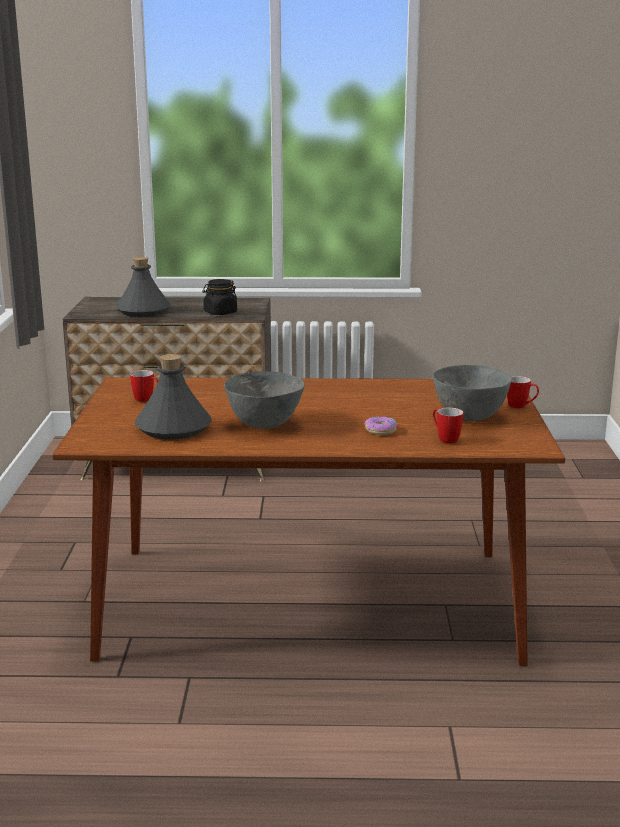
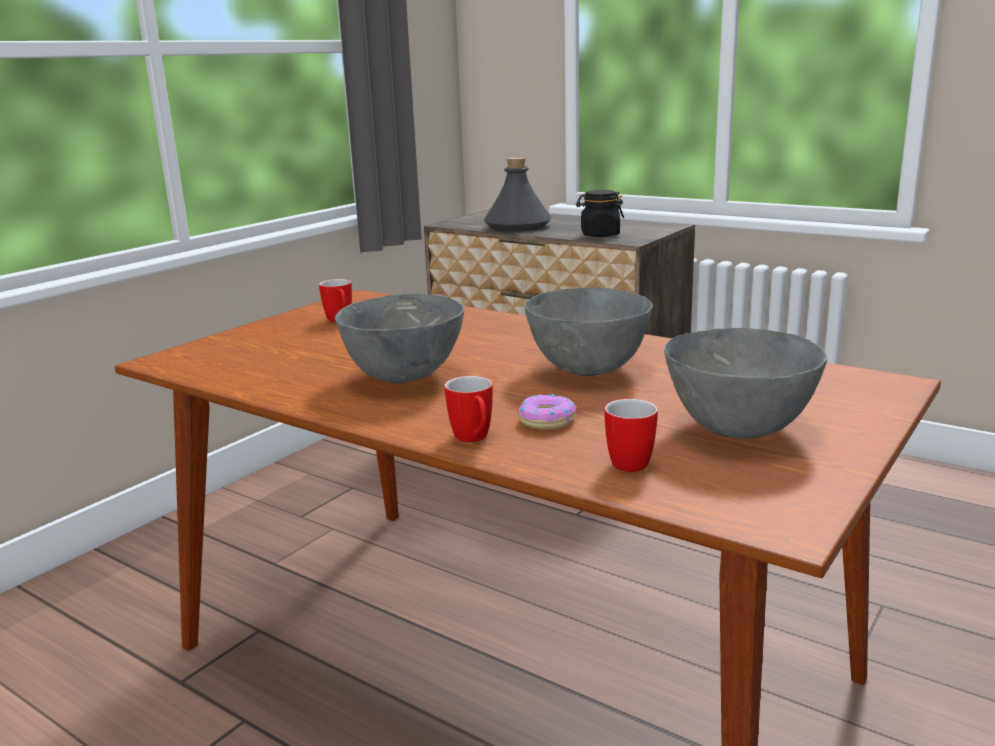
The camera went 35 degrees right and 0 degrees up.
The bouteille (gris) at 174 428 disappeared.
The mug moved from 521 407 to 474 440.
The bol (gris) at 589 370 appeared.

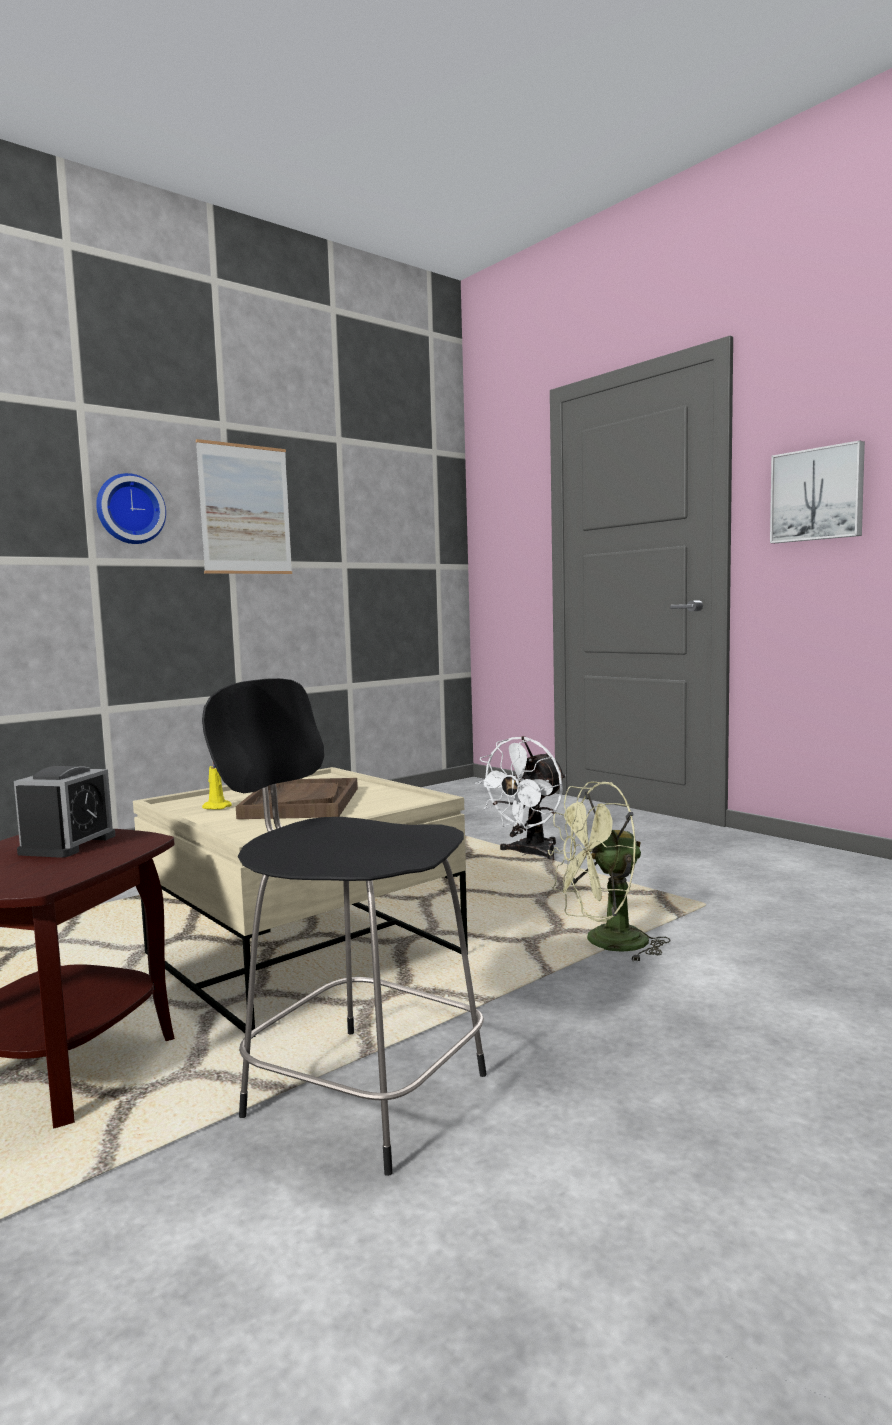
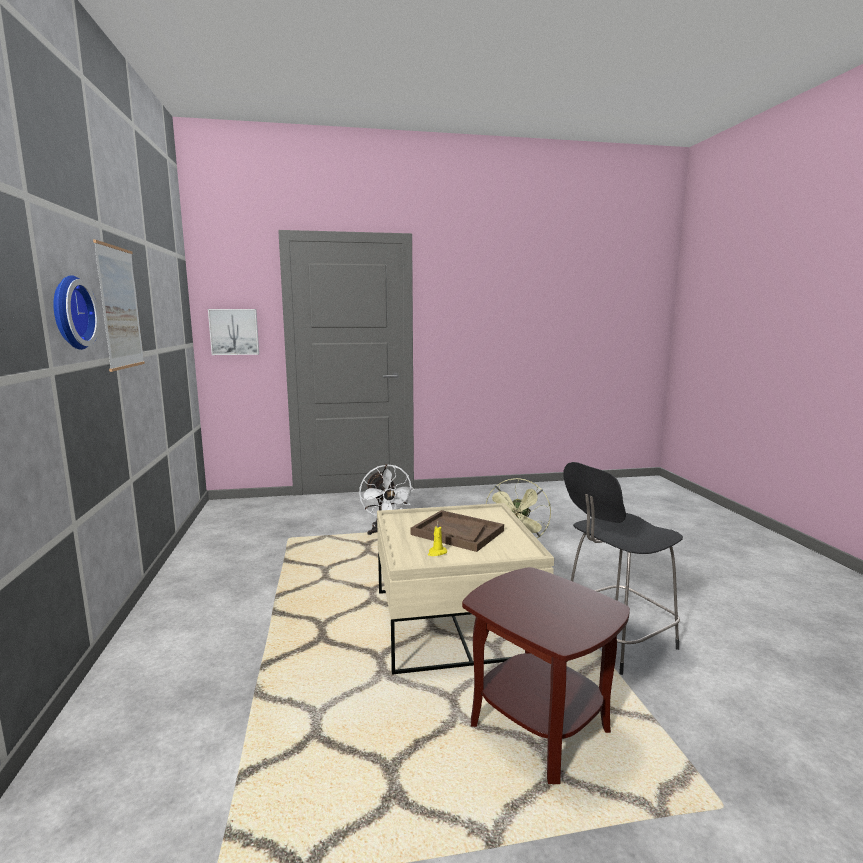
The camera went 60 degrees left and 5 degrees up.
The réveil at 68 844 disappeared.
The tableau moved from 817 494 to 234 331.

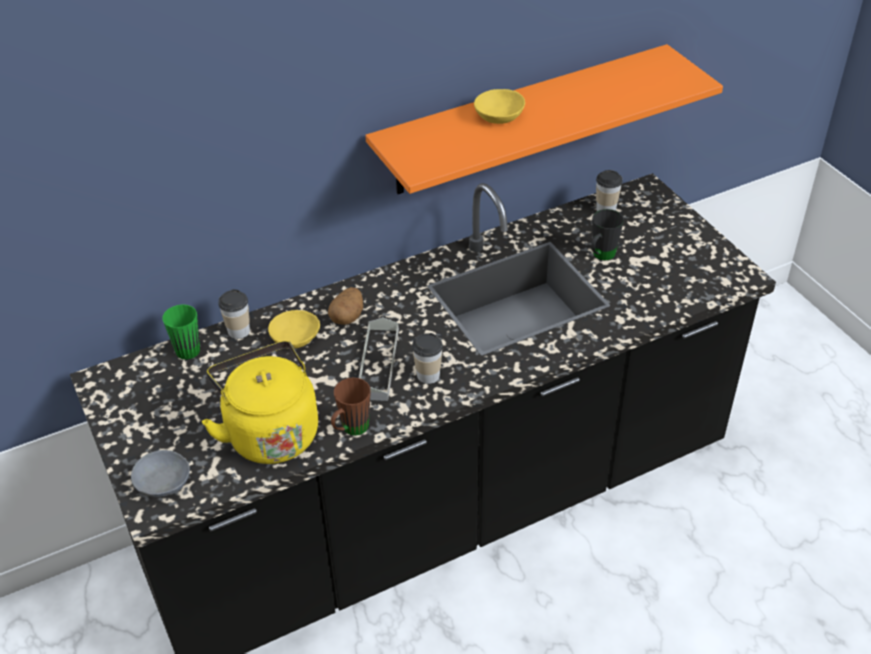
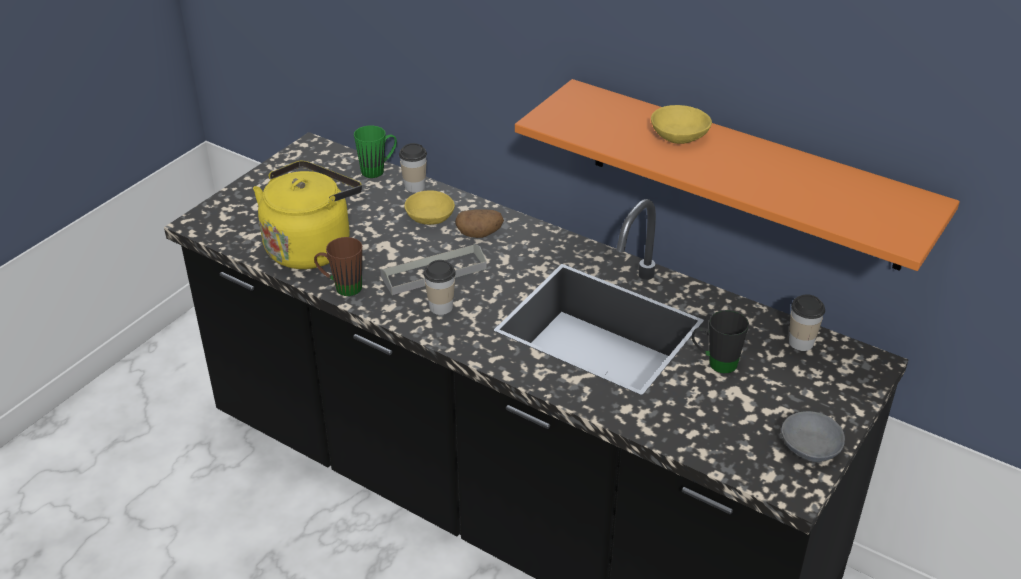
The camera went 60 degrees right and 5 degrees down.
The bol (gris) moved from 165 482 to 812 448.

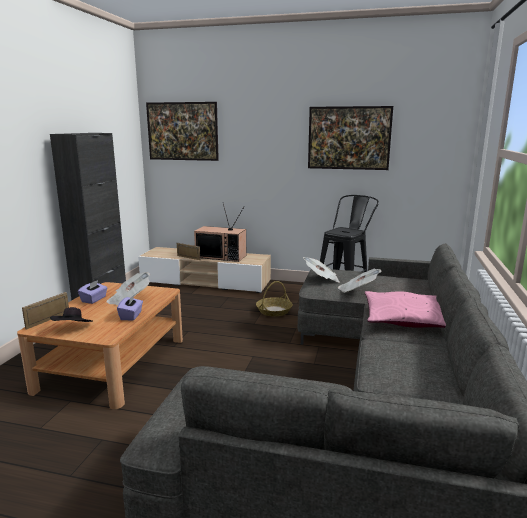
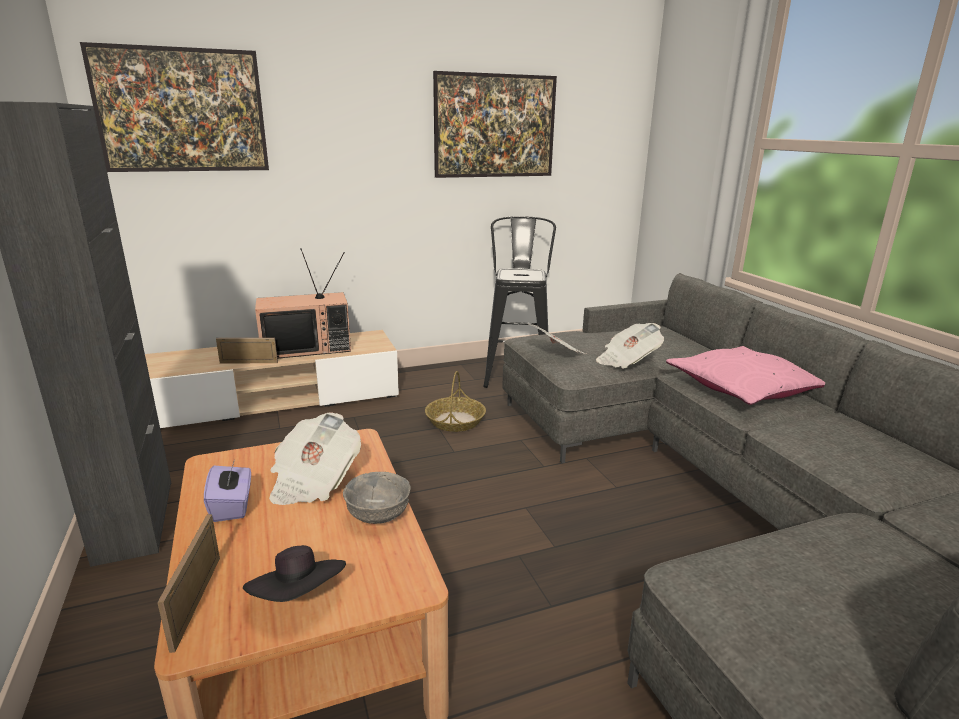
The camera went 35 degrees left and 5 degrees up.
The boîte à mouchoirs (violet) at 131 316 was replaced by the bol (gris) at 377 515.

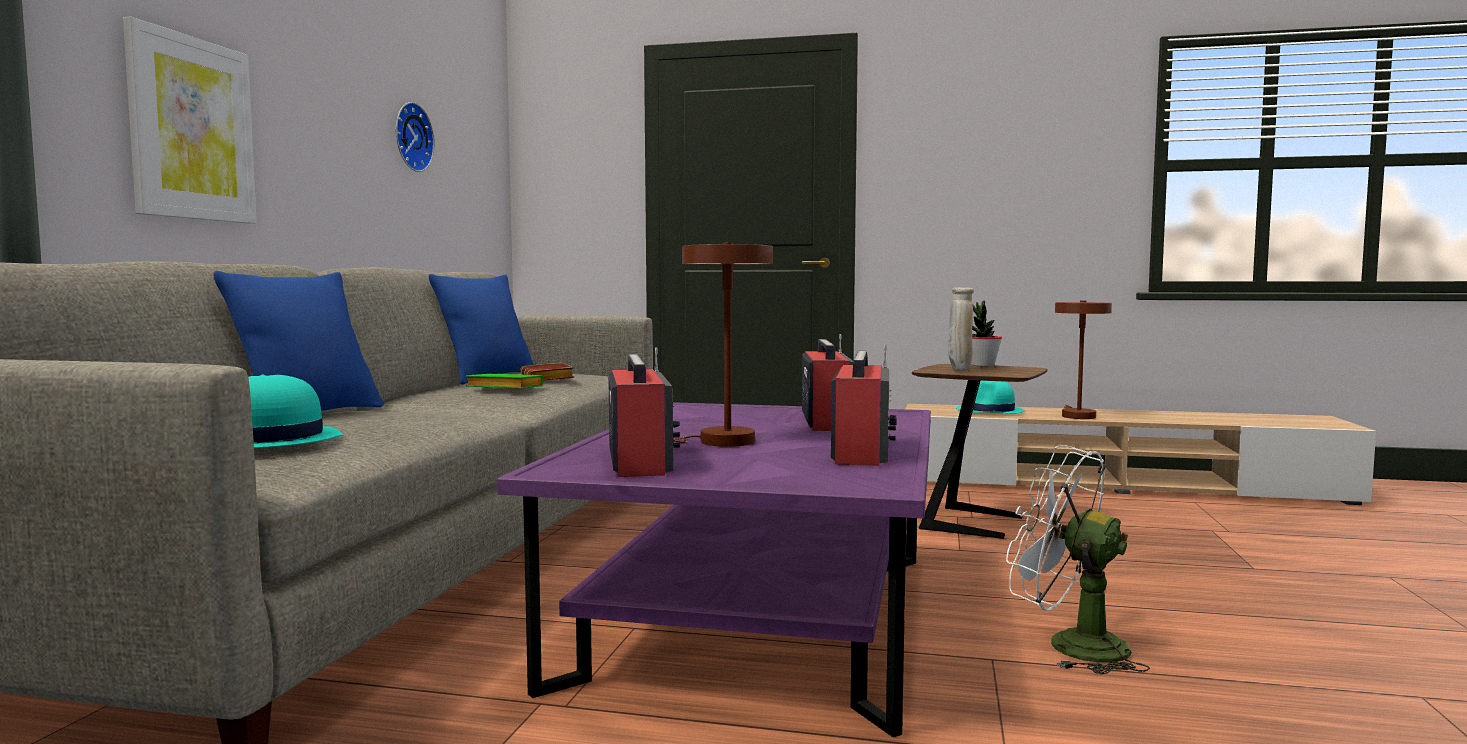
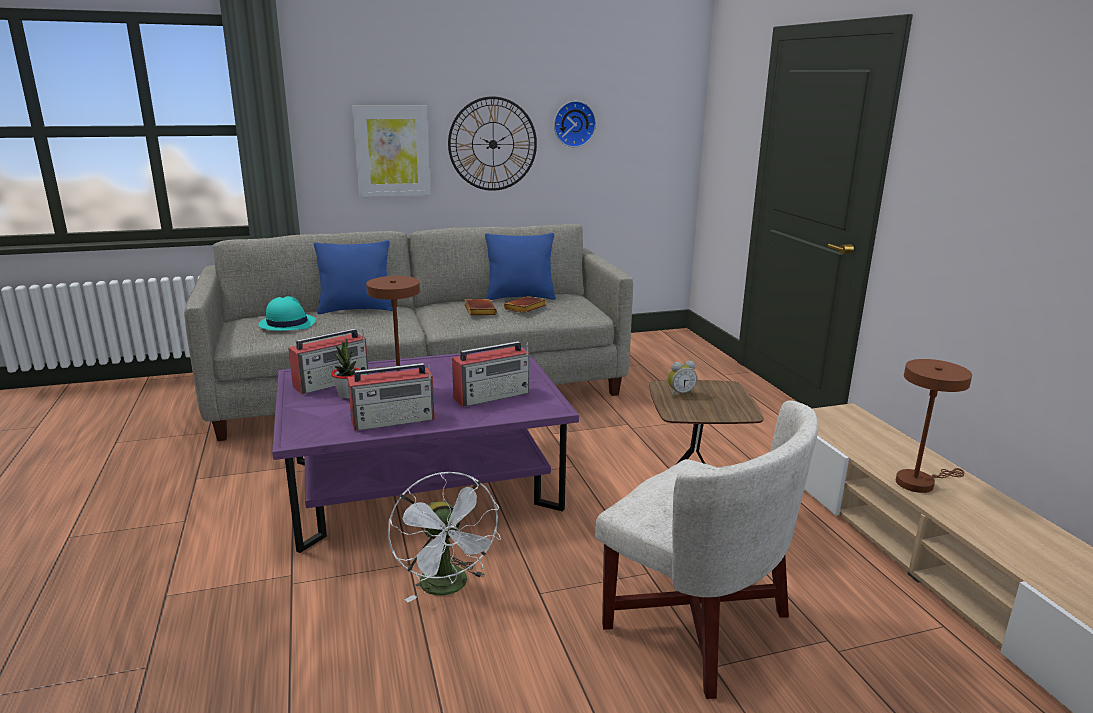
The camera went 60 degrees right and 15 degrees up.
The livre (vert) at 502 388 became the livre (marron) at 478 311.
The vase (beige) at 959 370 was replaced by the réveil at 680 393.
The chapeau (turquoise) at 990 411 disappeared.
The plante en pot moved from 983 365 to 348 395.
The ventilateur (blanc) at 1070 645 turned 150 degrees clockwise.
The horloge murale at 493 144 appeared.
The fauteuil (blanc) at 696 624 appeared.

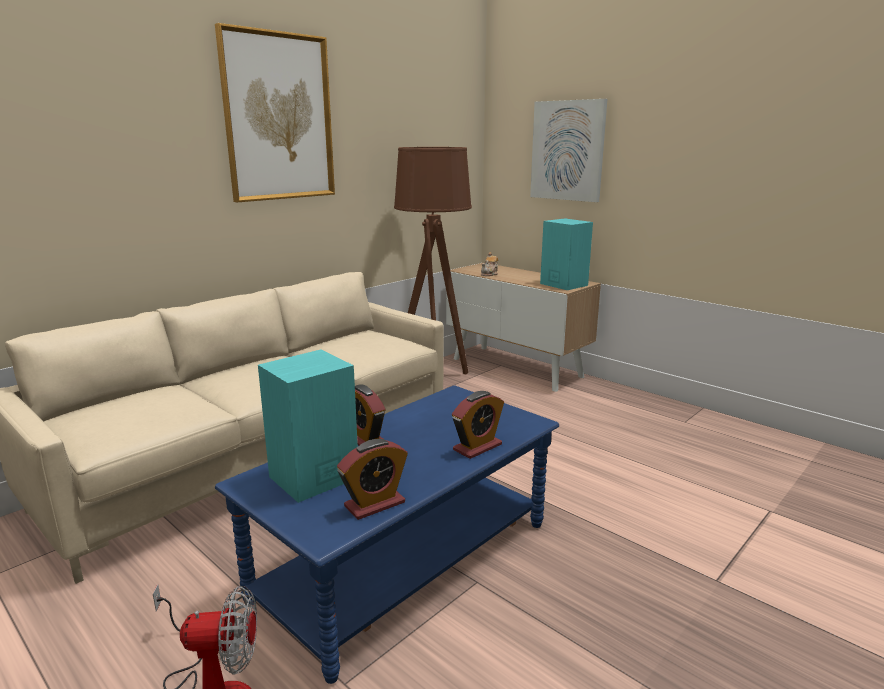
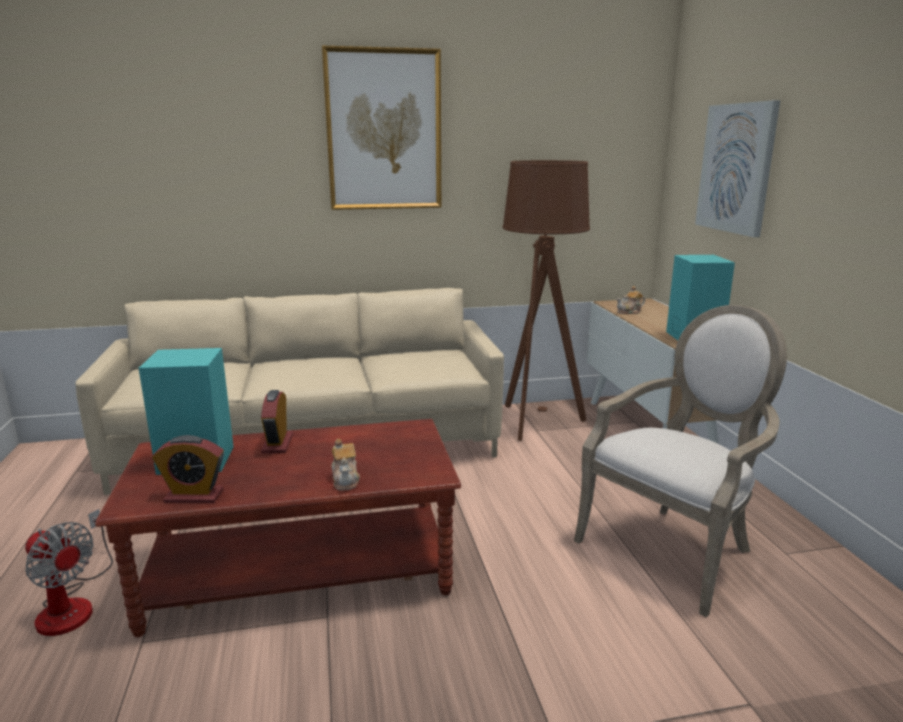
The camera went 35 degrees right and 0 degrees up.
The table basse (bleu) at 407 560 became the table basse (marron) at 300 572.
The réveil at 477 447 was replaced by the théière at 346 480.
The fauteuil at 675 549 appeared.

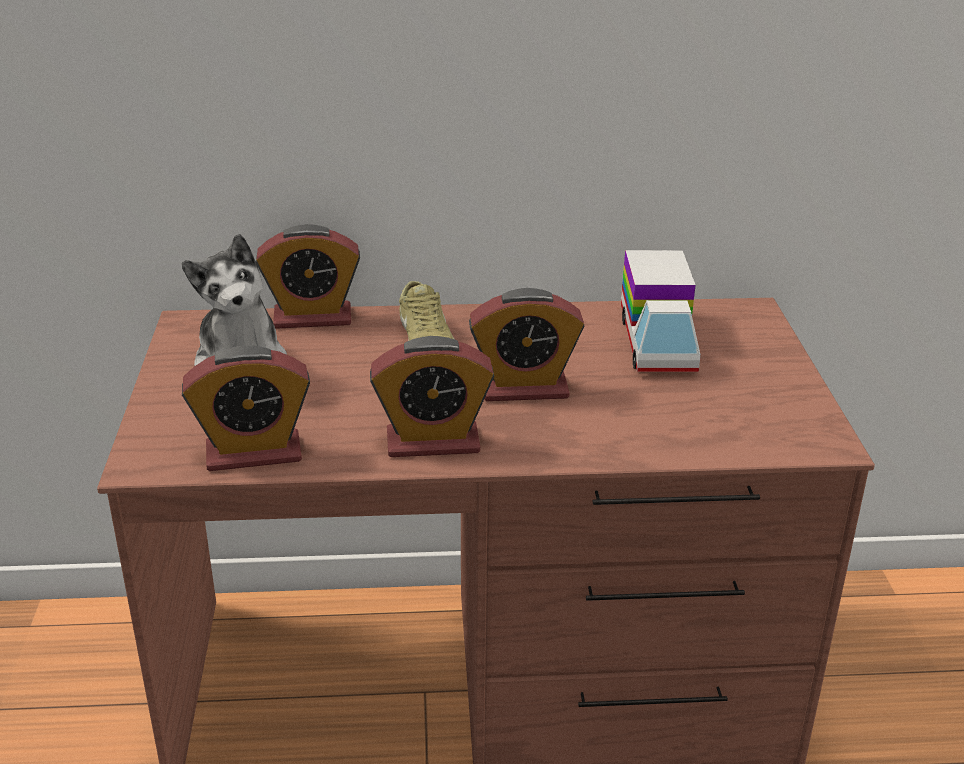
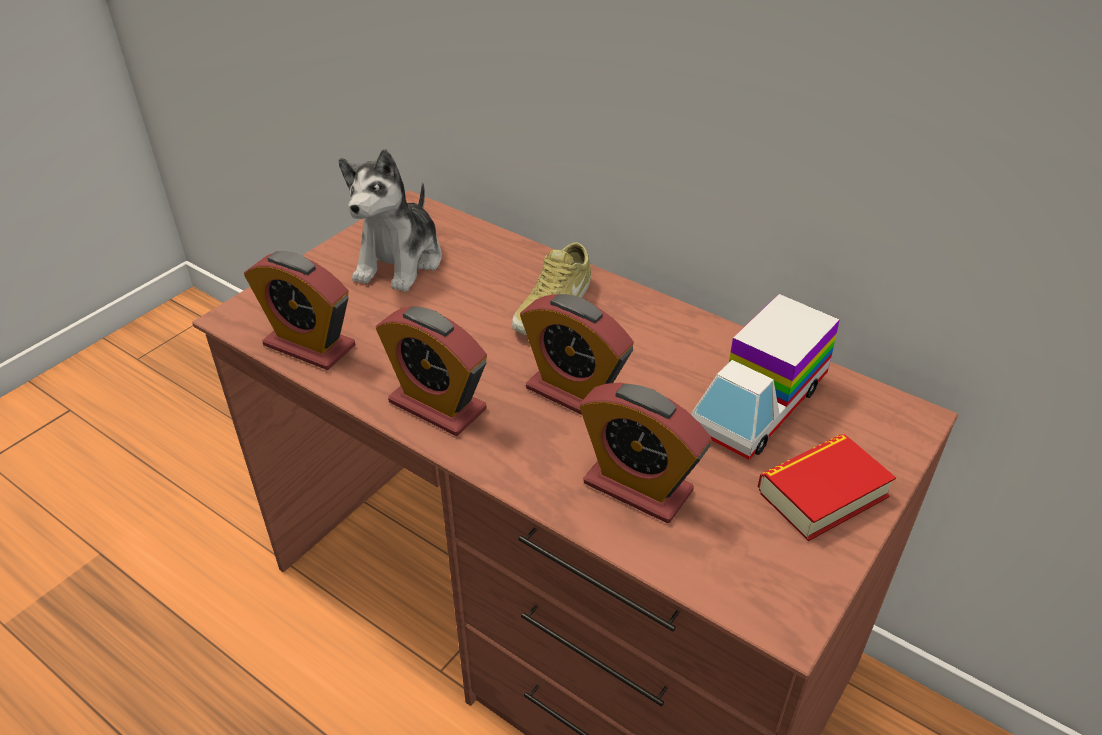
The camera went 40 degrees right and 10 degrees up.
The réveil moved from 312 317 to 637 487.
The livre at 822 493 appeared.

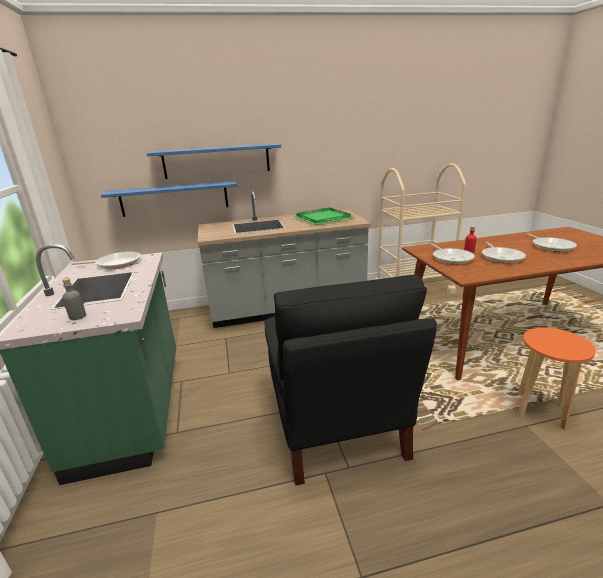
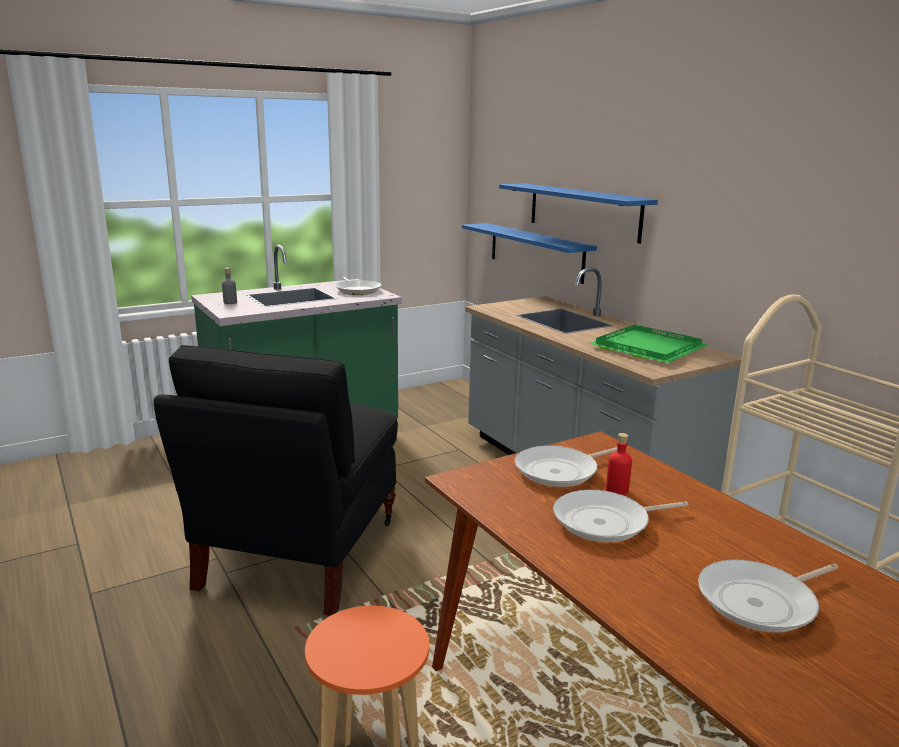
The camera went 70 degrees right and 5 degrees down.
The chaise (noir) at 335 424 turned 45 degrees counterclockwise.

